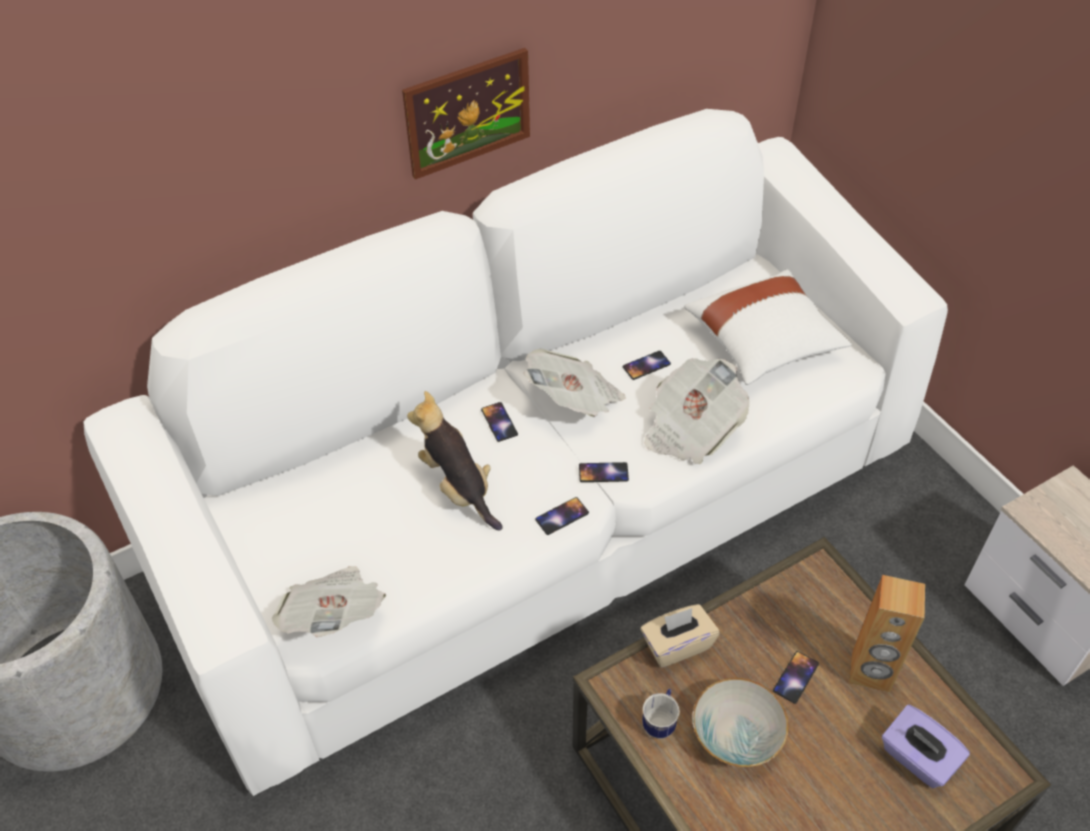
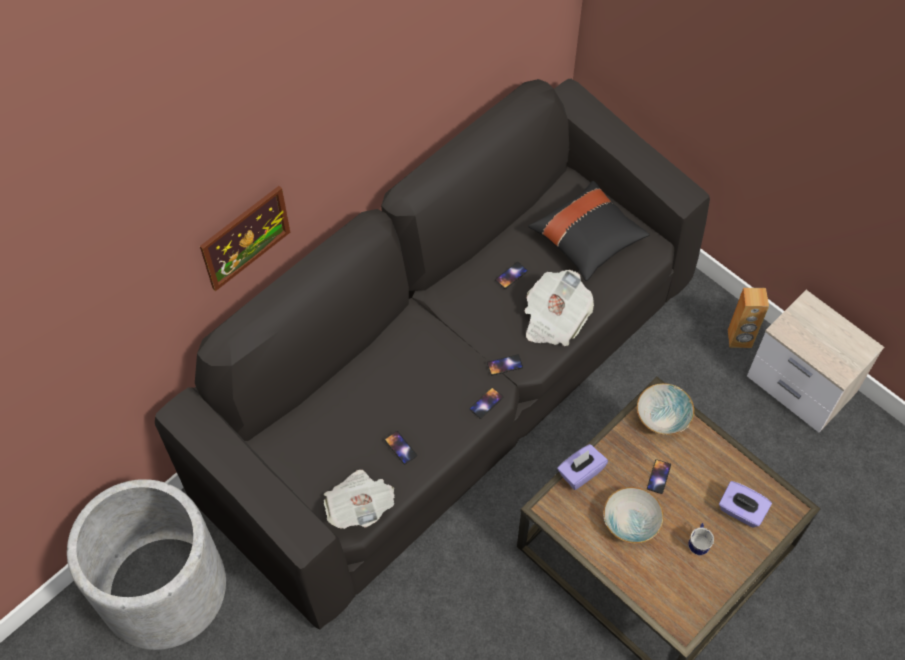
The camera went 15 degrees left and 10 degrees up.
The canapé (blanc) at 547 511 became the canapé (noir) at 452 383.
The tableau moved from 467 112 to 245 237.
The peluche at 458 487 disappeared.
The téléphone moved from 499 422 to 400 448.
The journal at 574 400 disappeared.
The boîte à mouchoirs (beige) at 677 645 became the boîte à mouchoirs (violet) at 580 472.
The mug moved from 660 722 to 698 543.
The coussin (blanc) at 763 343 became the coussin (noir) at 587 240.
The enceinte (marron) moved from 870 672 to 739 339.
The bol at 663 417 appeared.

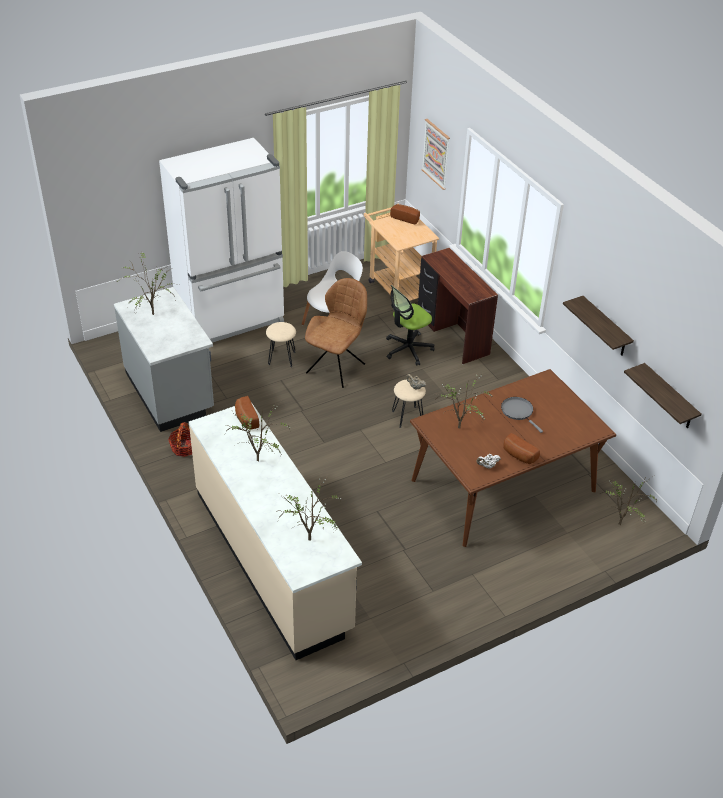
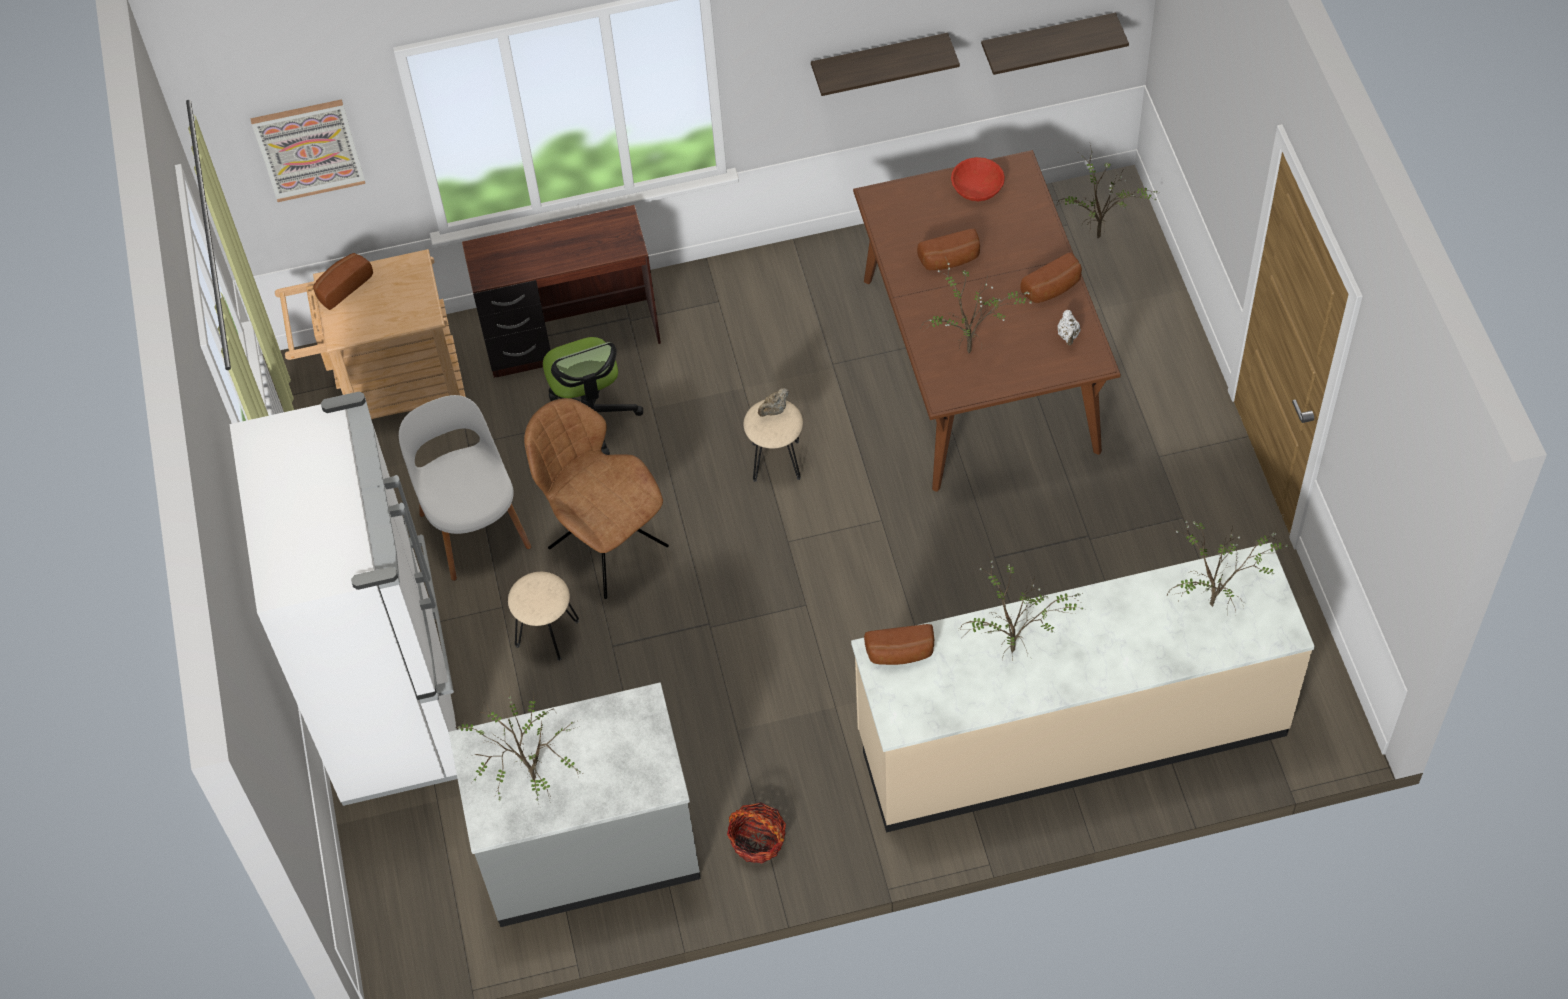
The camera went 70 degrees left and 15 degrees up.
The poêle (gris) at 518 412 was replaced by the pain at 950 260.
The bol (rouge) at 977 187 appeared.

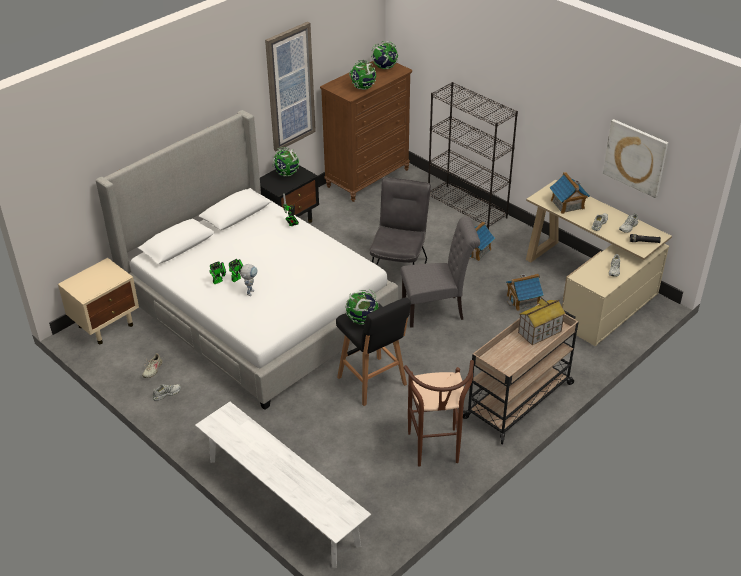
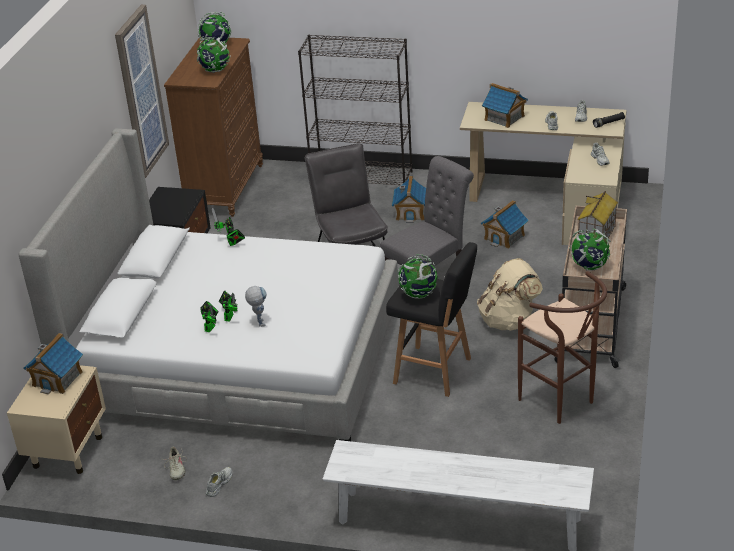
The camera went 30 degrees left and 5 degrees down.
The globe moved from 286 173 to 589 266.
The tableau at 635 157 disappeared.
The maison miniature at 57 379 appeared.
The sac à dos (beige) at 509 320 appeared.

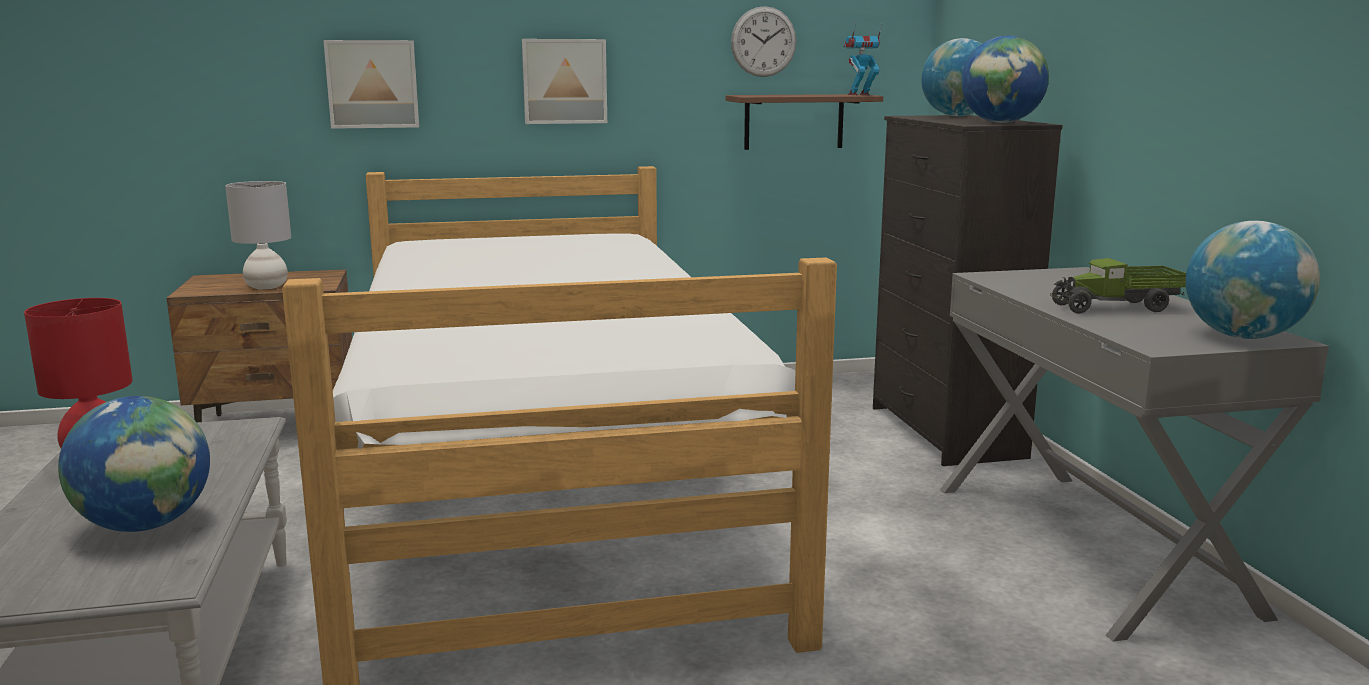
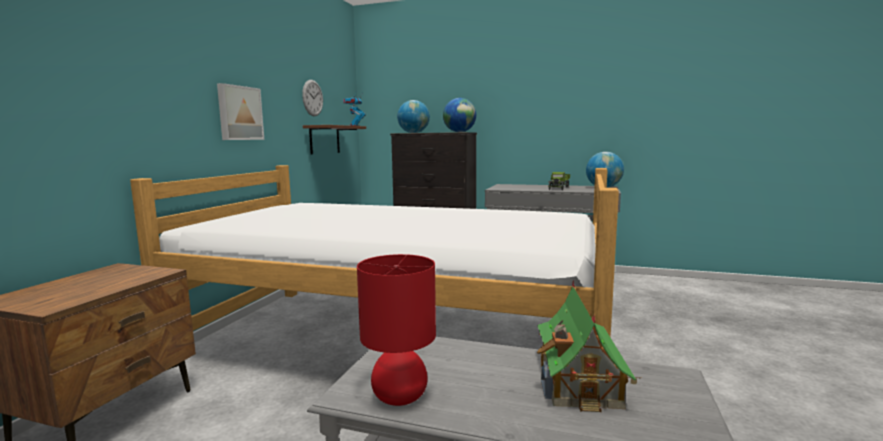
The camera went 60 degrees left and 5 degrees down.
The globe at 146 525 was replaced by the maison miniature at 579 380.
The lampe de table (gris) at 267 287 disappeared.
The tableau at 372 84 disappeared.

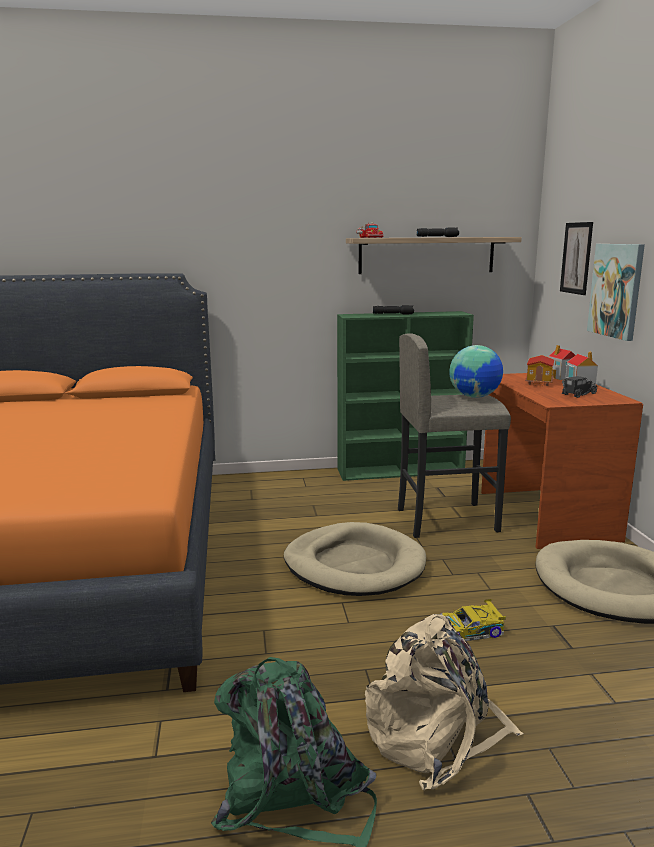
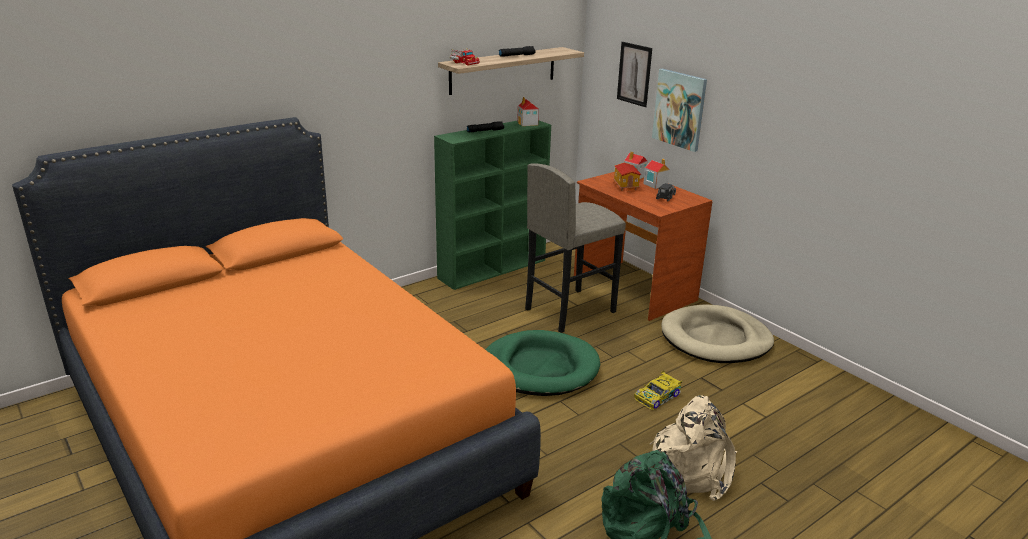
The camera went 30 degrees left and 10 degrees up.
The panier pour chien (beige) at 354 565 became the panier pour chien (vert) at 539 368.
The globe at 475 396 disappeared.
The maison miniature at 527 123 appeared.

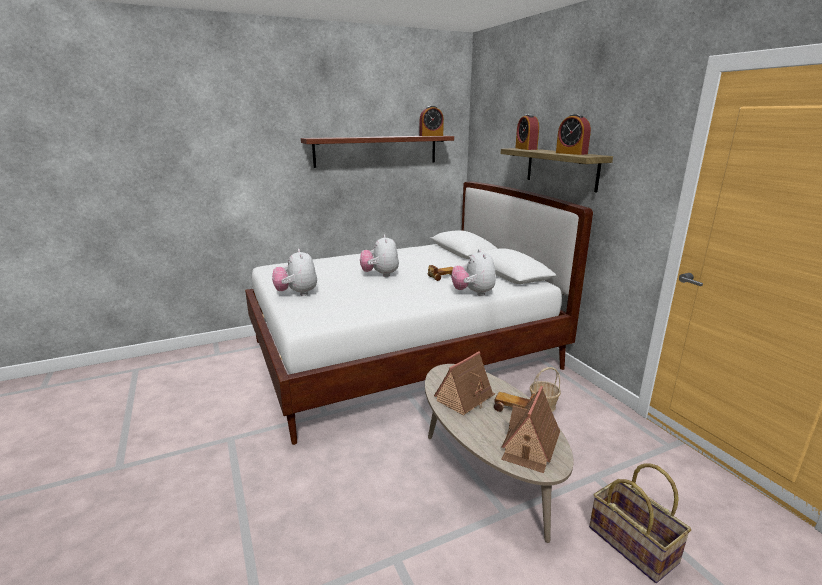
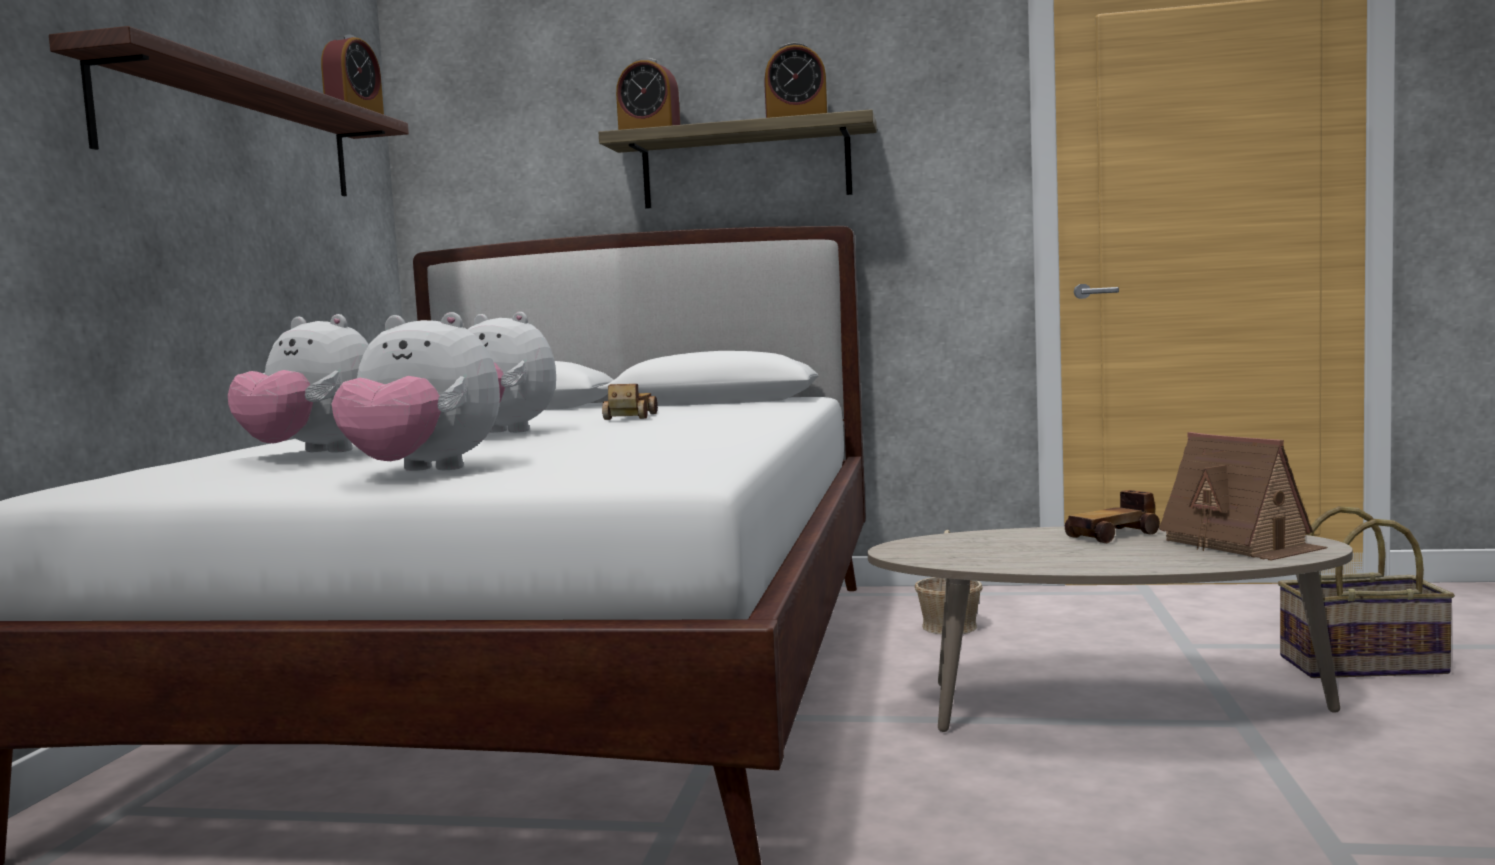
The camera went 55 degrees left and 15 degrees down.
The maison miniature at 465 398 disappeared.
The peluche moved from 473 293 to 313 453.

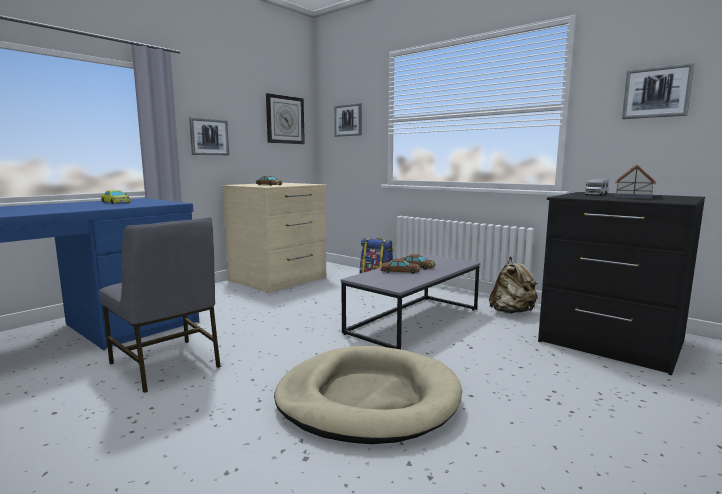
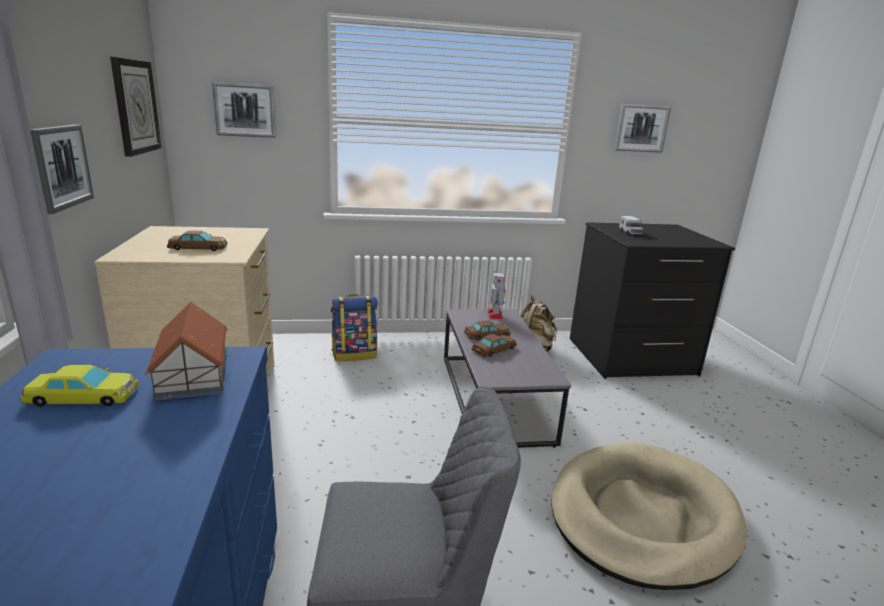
The camera went 50 degrees left and 10 degrees up.
The maison miniature moved from 633 196 to 194 373.
The robot jouet at 495 314 appeared.

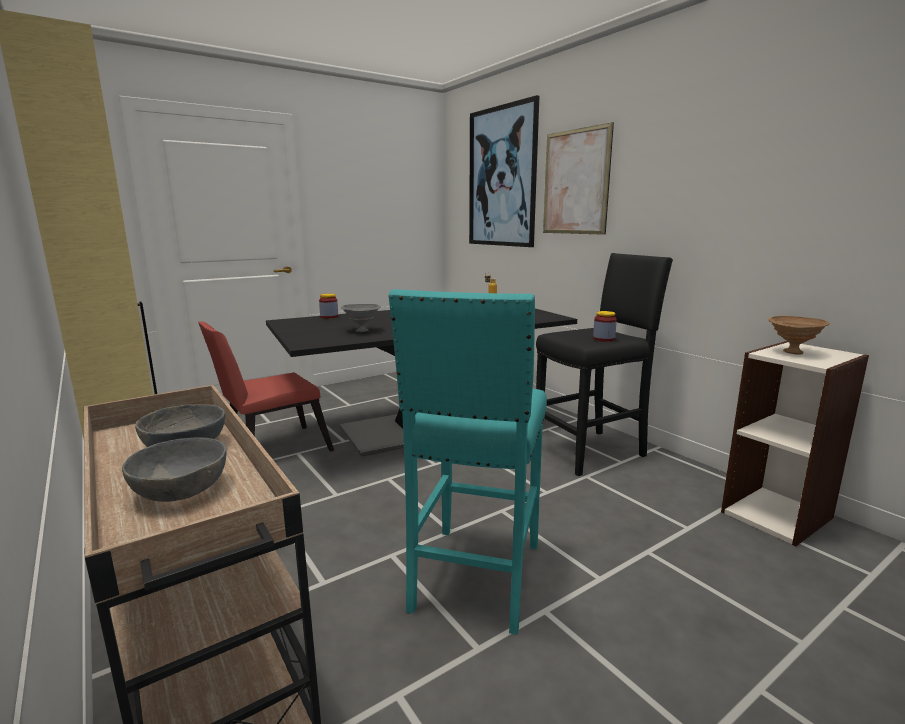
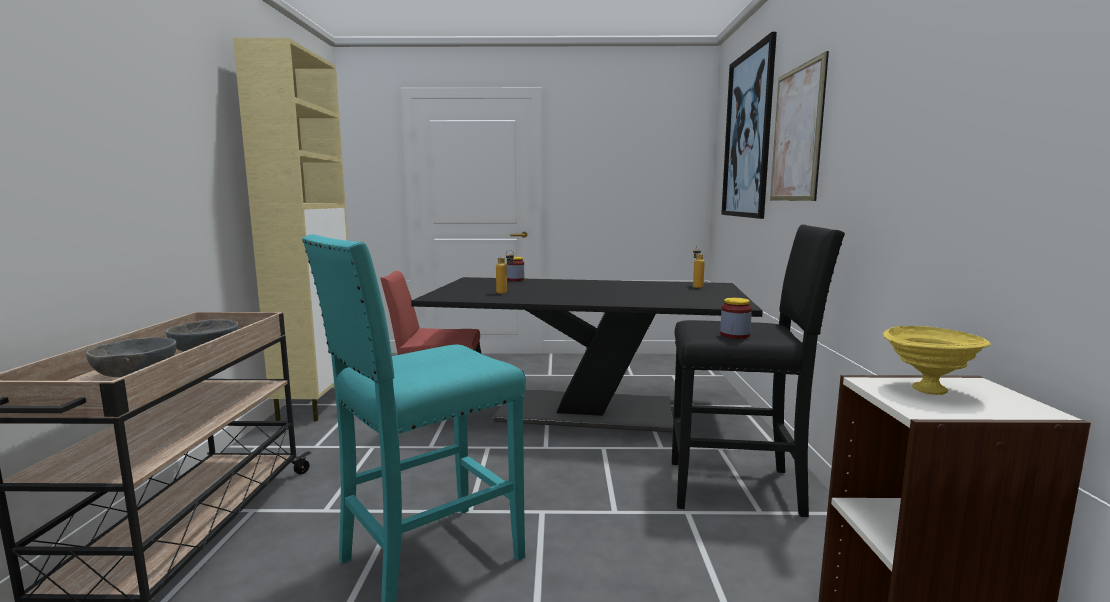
The camera went 35 degrees right and 5 degrees down.
The bol (gris) at 361 331 was replaced by the bouteille at 505 293.
The bol (marron) at 793 352 became the bol (jaune) at 927 390.

